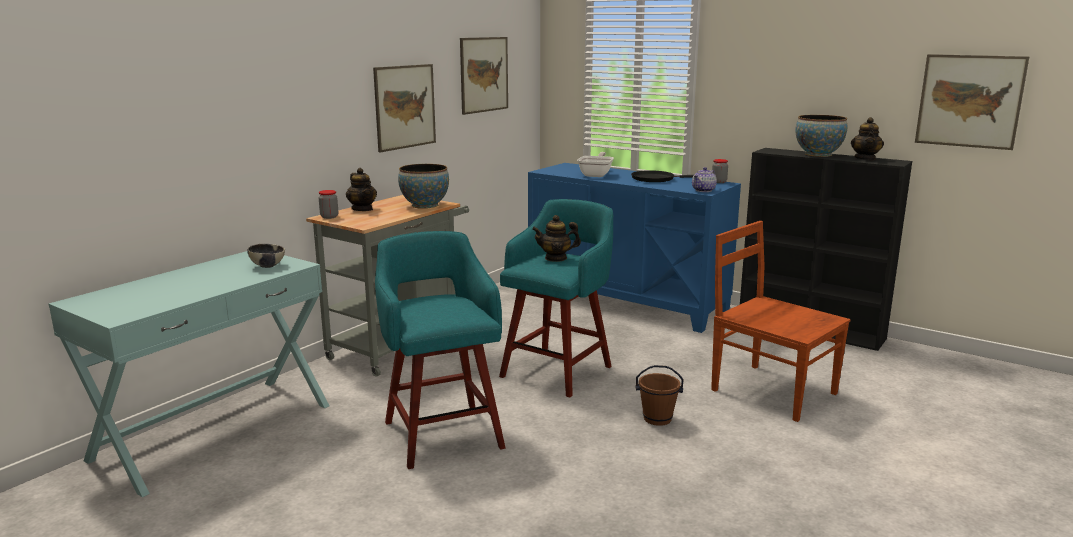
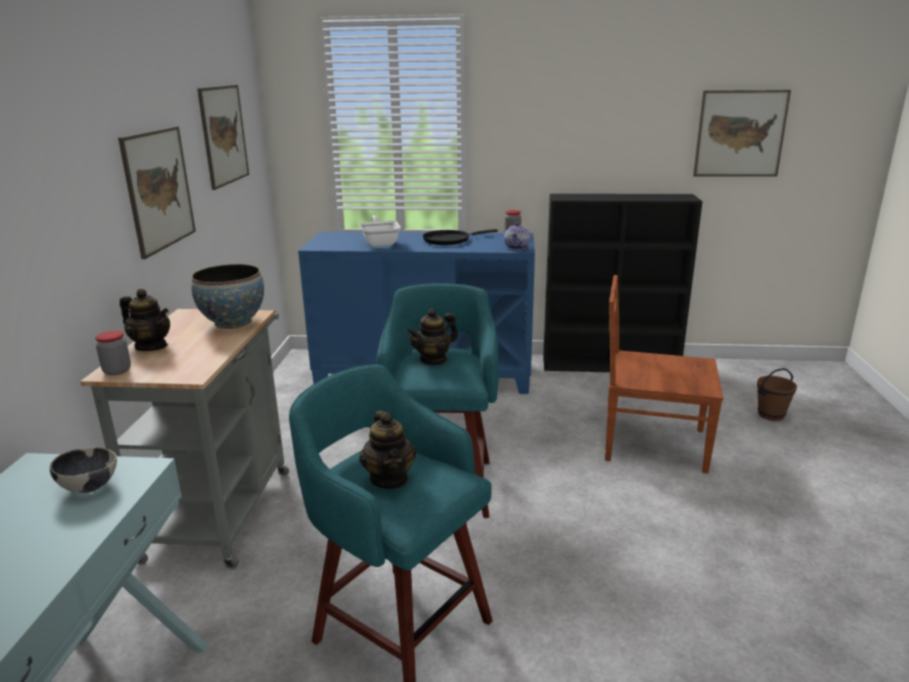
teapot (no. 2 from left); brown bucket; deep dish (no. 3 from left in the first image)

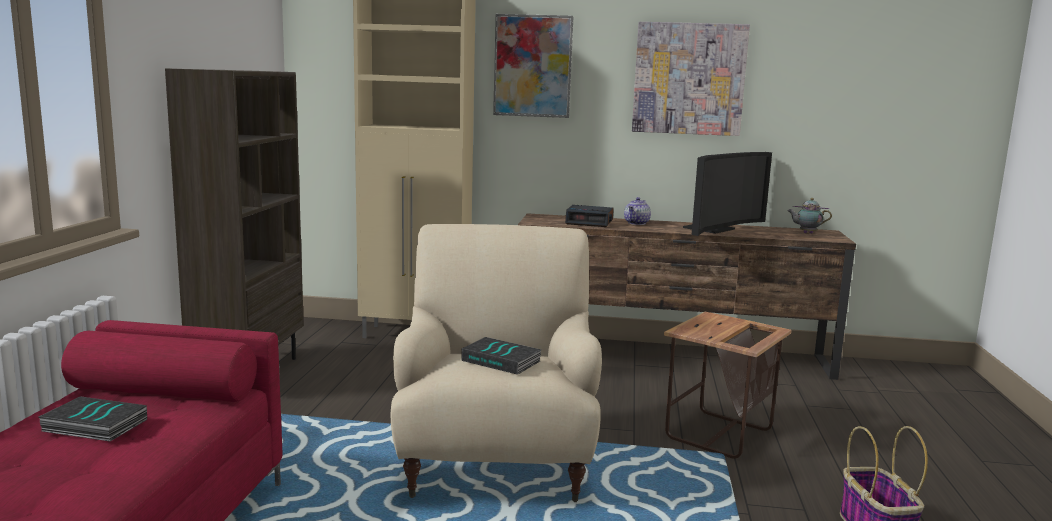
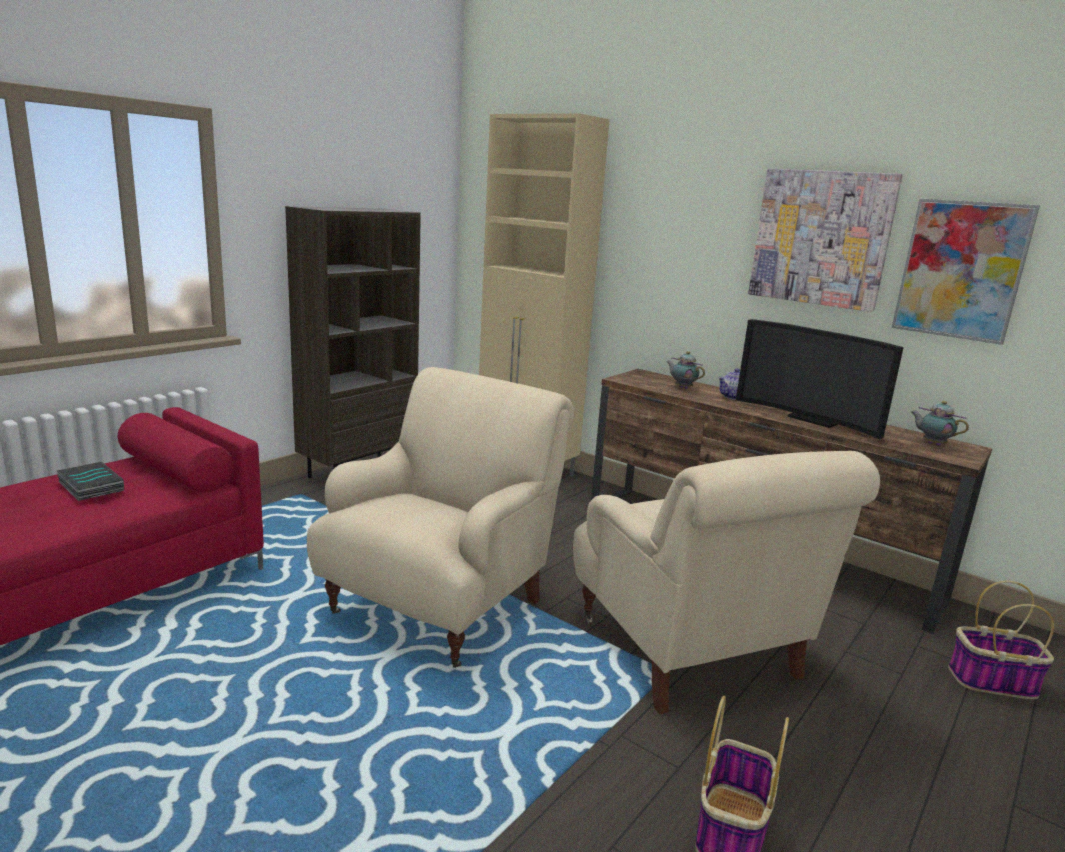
beige easy chair (no. 2 from left); teapot (no. 1 from left); television; wall art (no. 2 from left); household basket (no. 2 from left); volume (no. 2 from left in the first image)

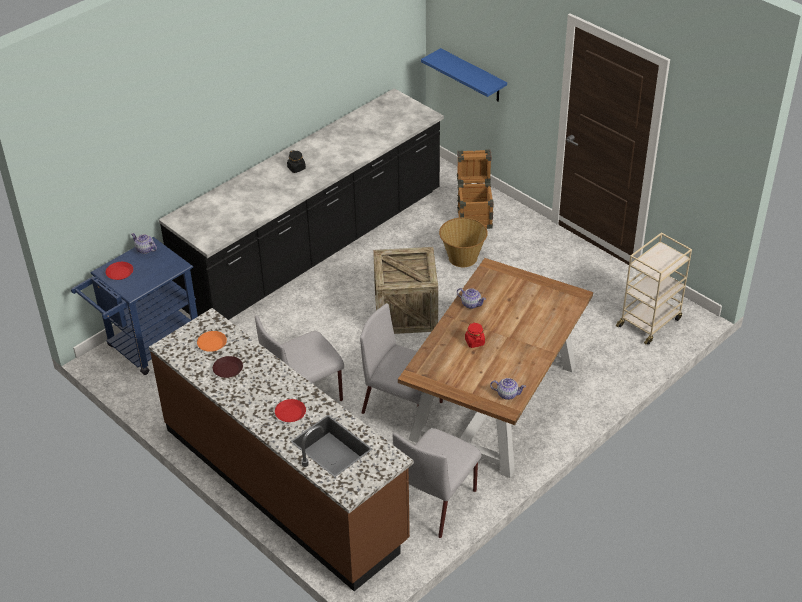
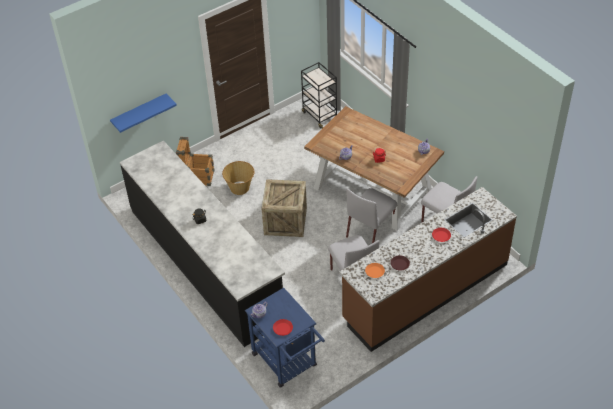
black trolley

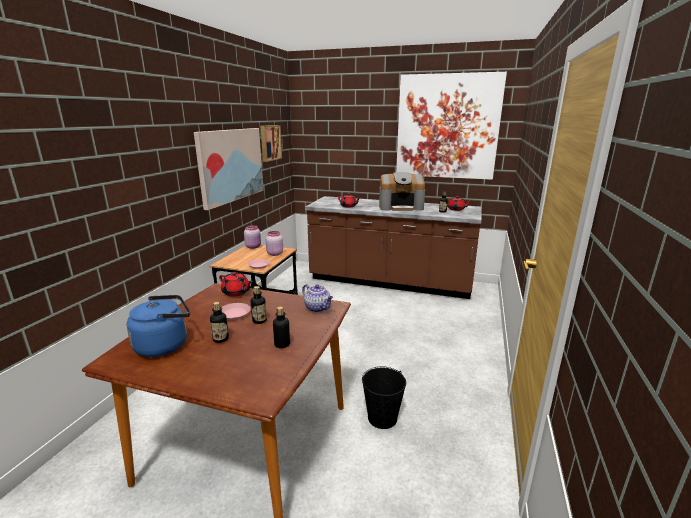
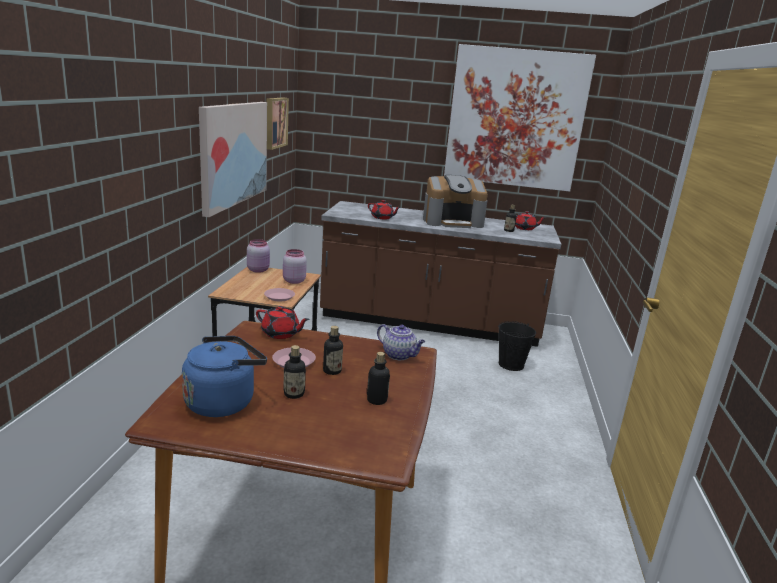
black bucket

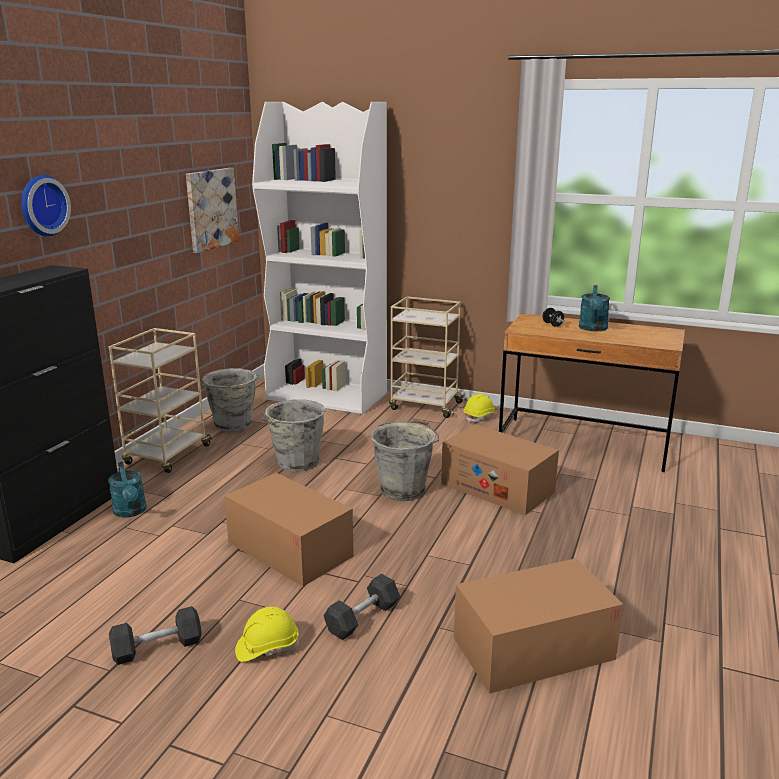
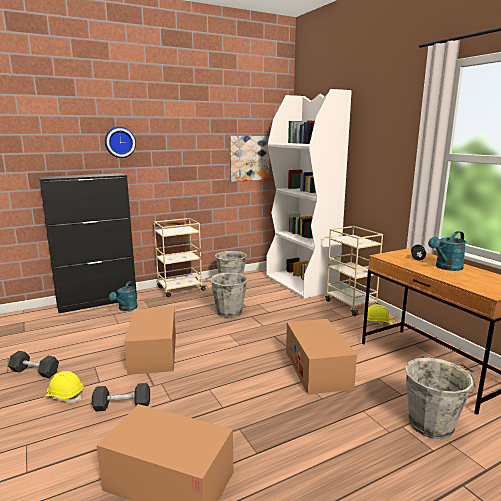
grey bucket (no. 3 from left)

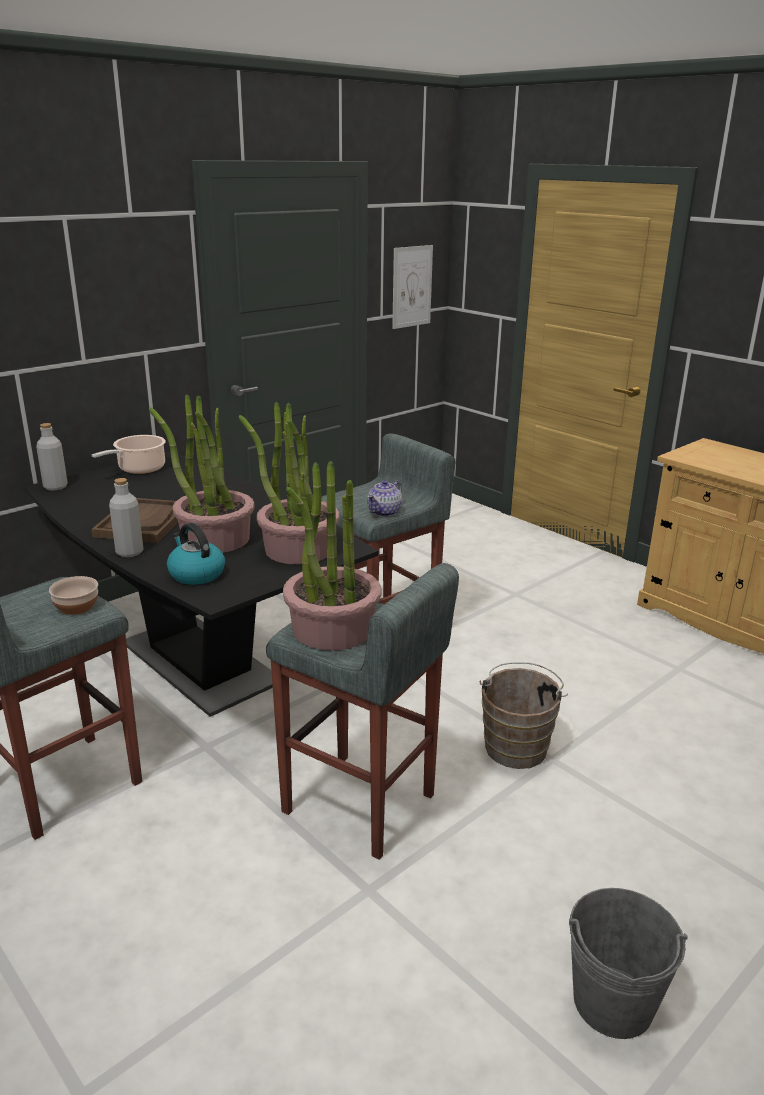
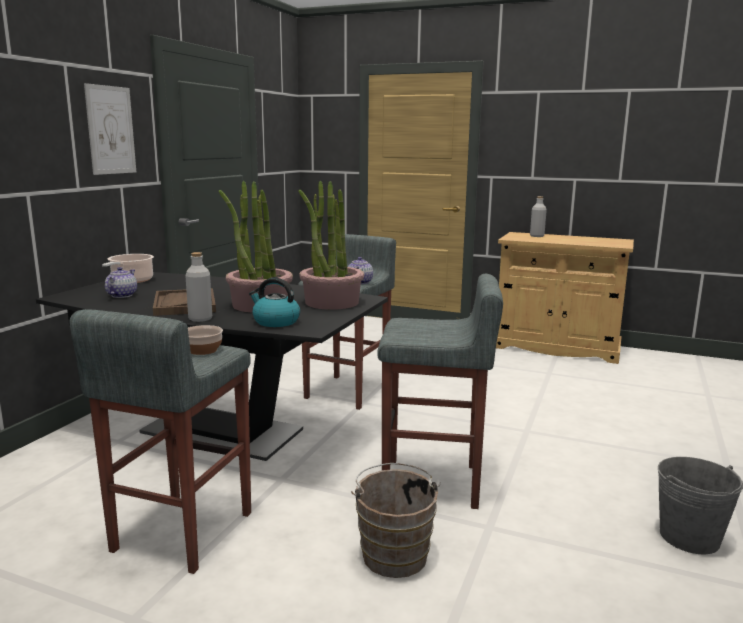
wall art; teapot (no. 1 from left); brown bucket; grey beverage bottle (no. 2 from left); houseplant (no. 3 from left in the first image)

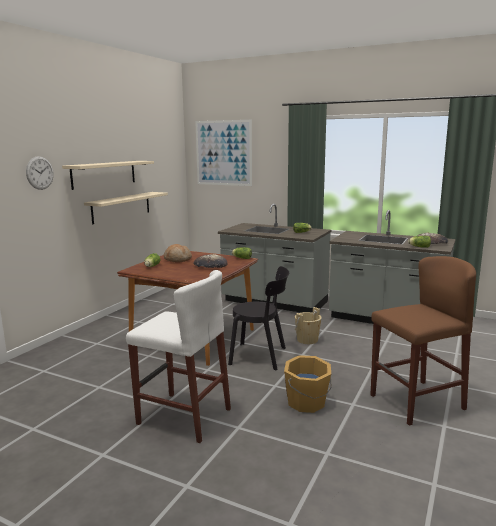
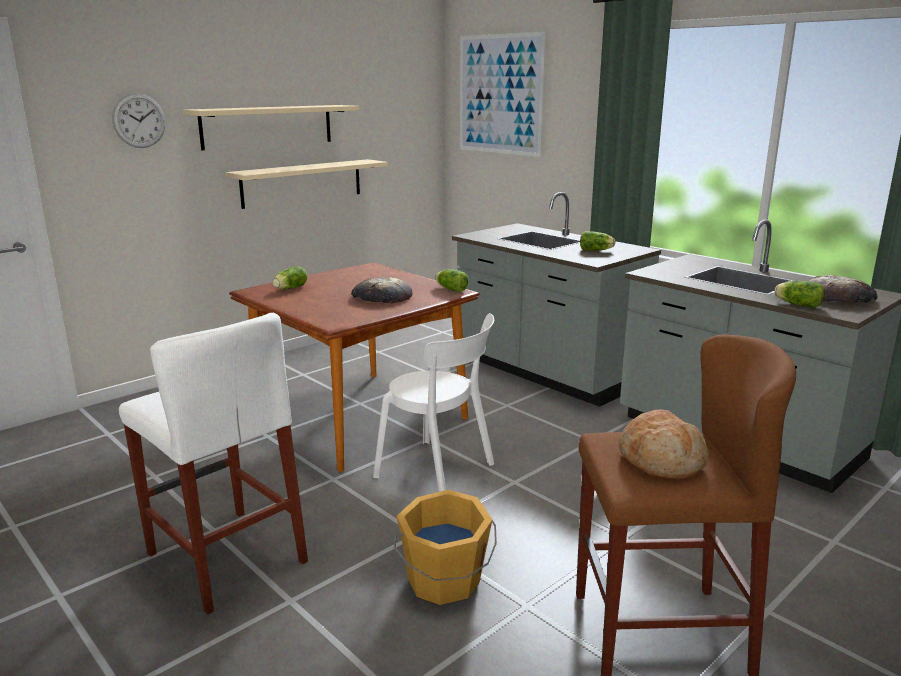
whitish plain chair; bread (no. 2 from left); beige bucket

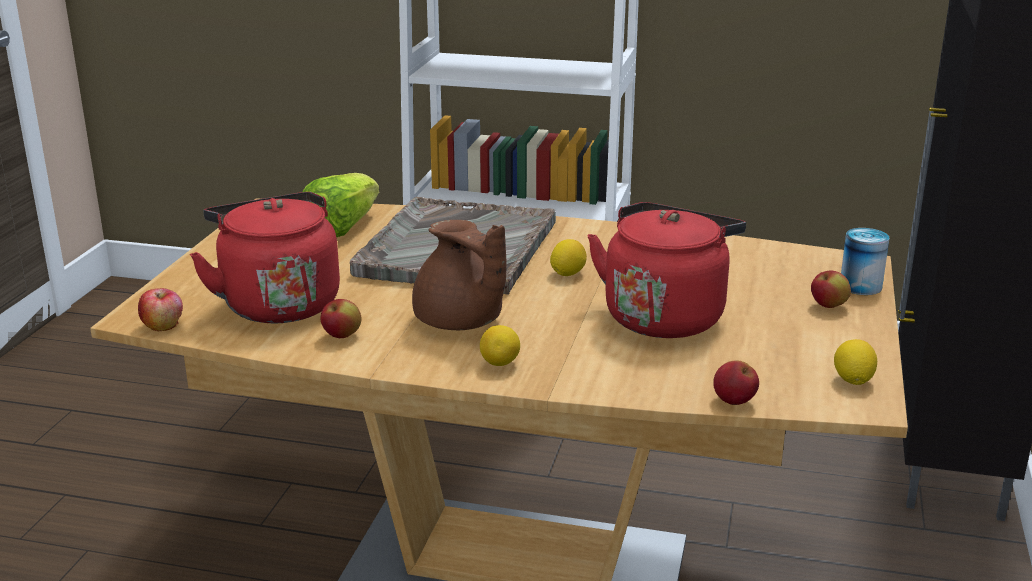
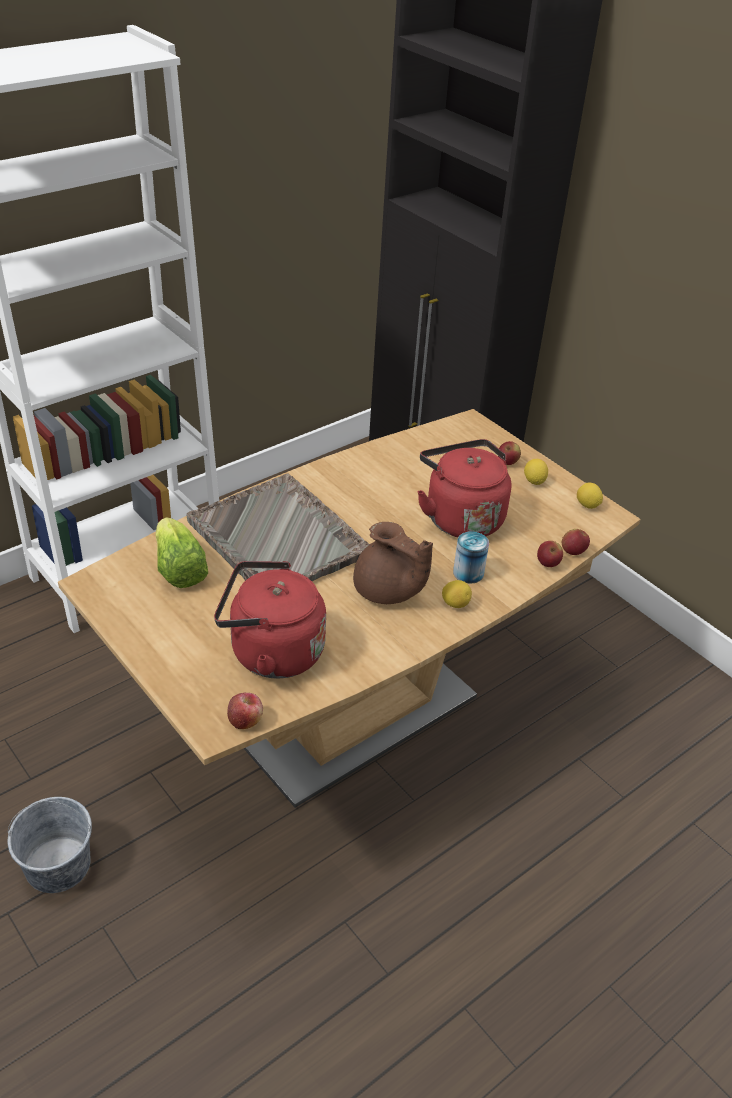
grey bucket; brown teapot; metal can; whole lemon (no. 2 from left); whole apple (no. 3 from left)

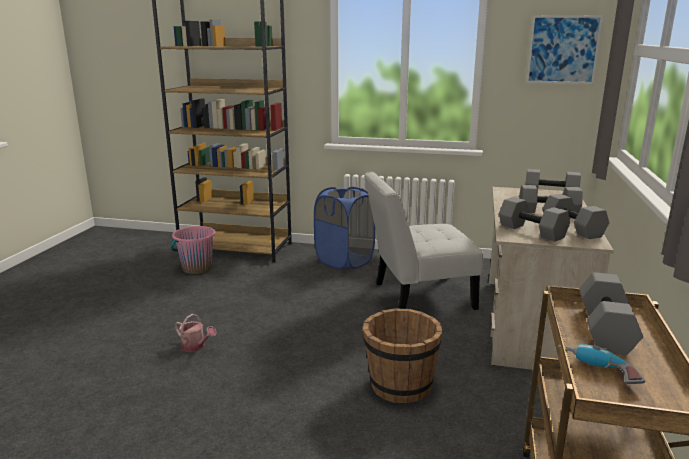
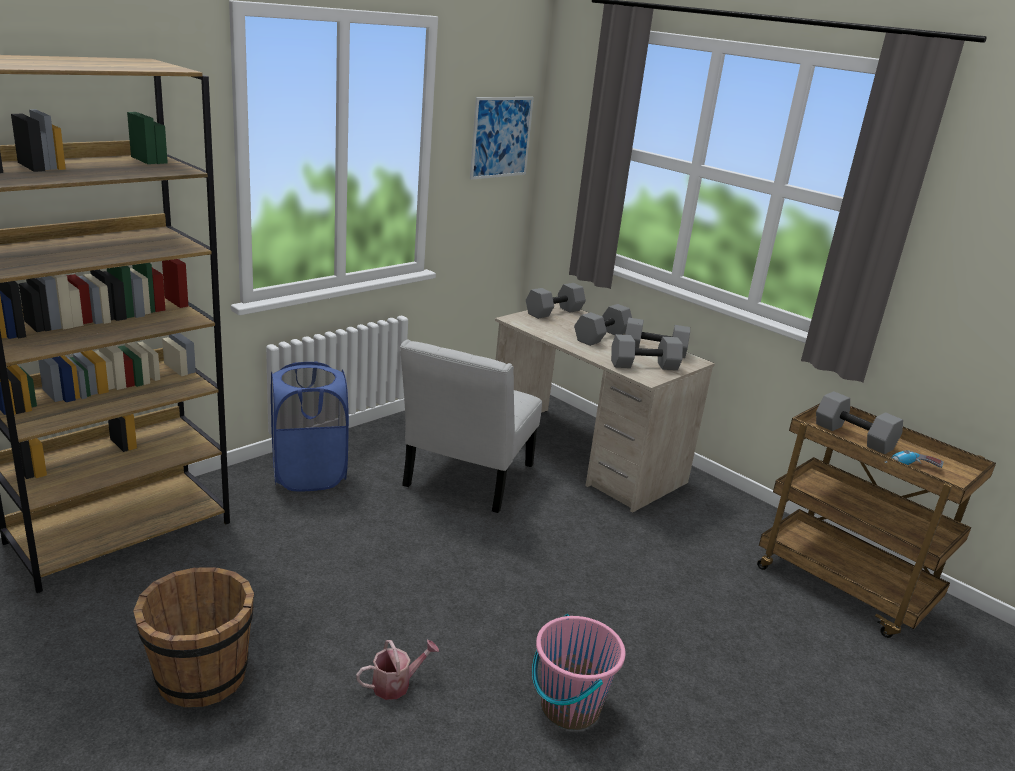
brown bucket; pinkish bucket

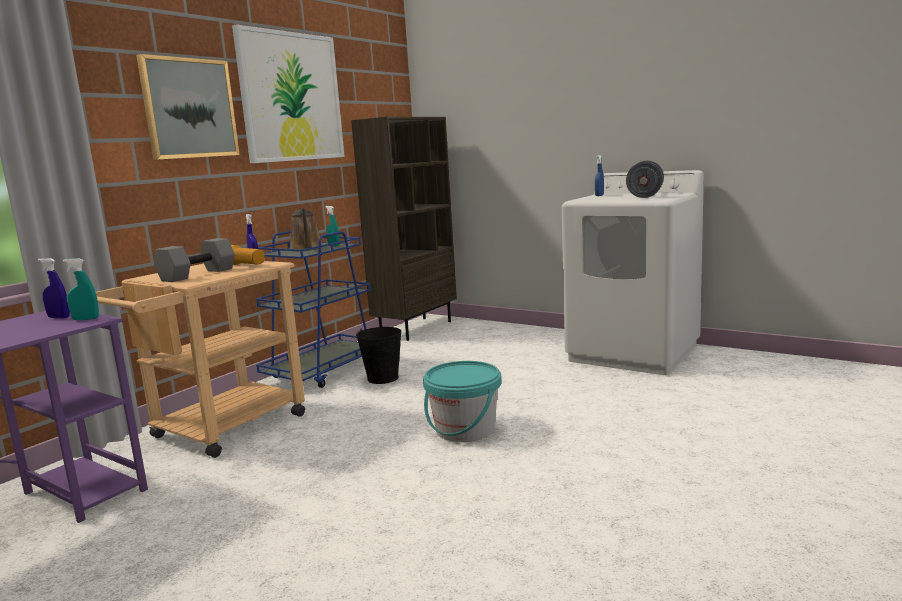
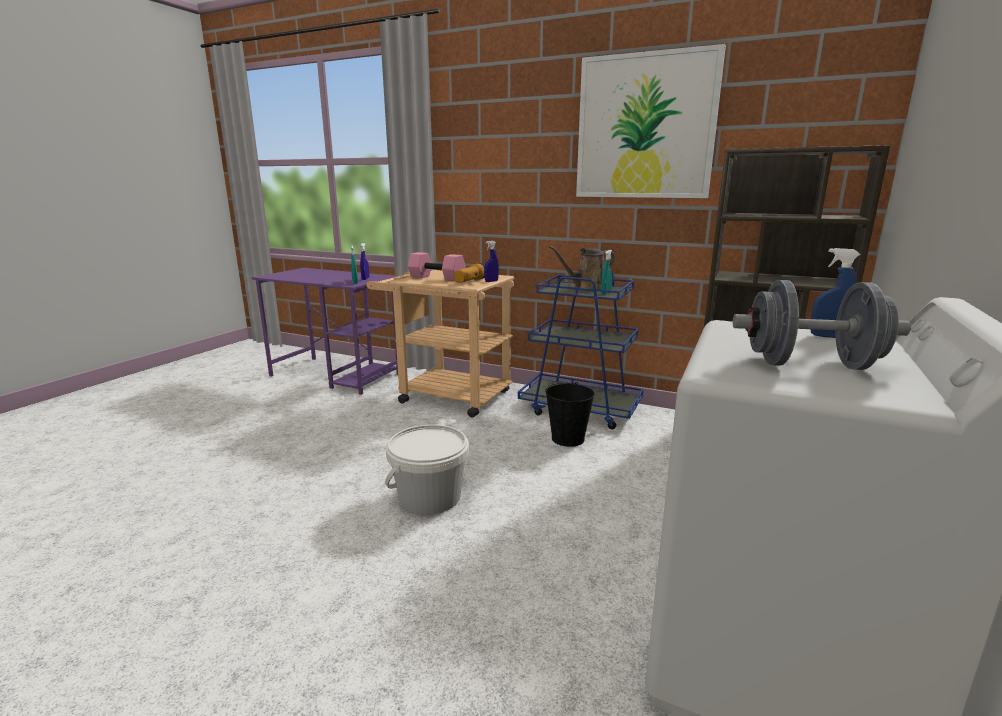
whitish bucket; pinkish free weight; wall art (no. 1 from left in the first image)

